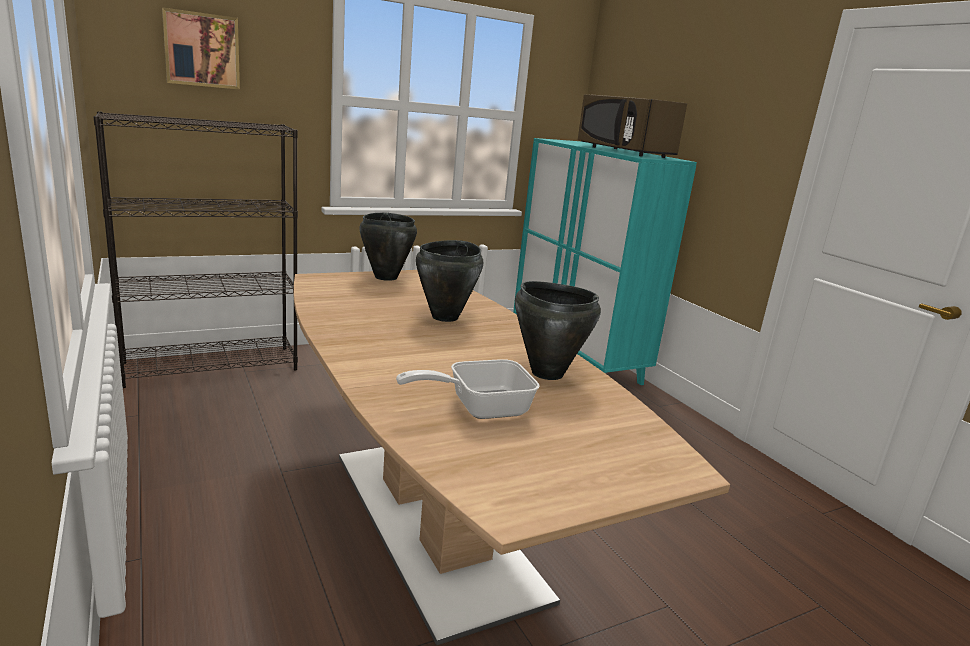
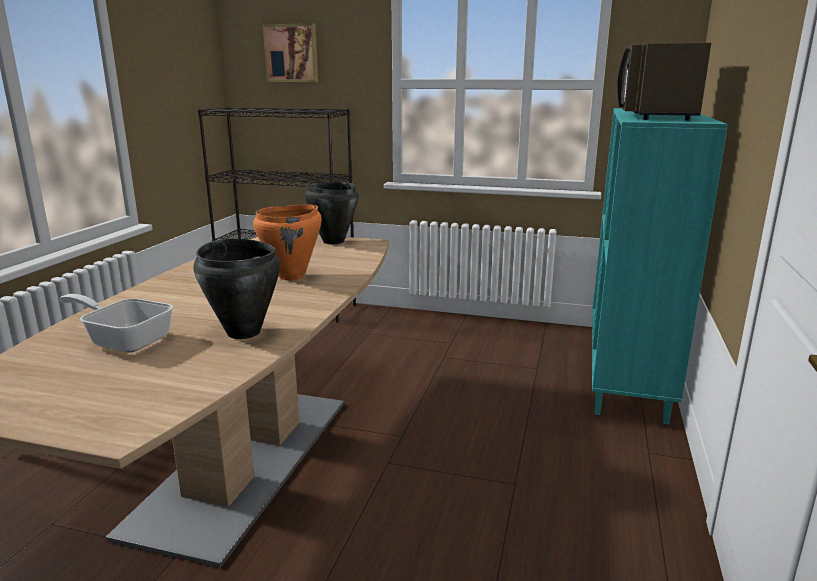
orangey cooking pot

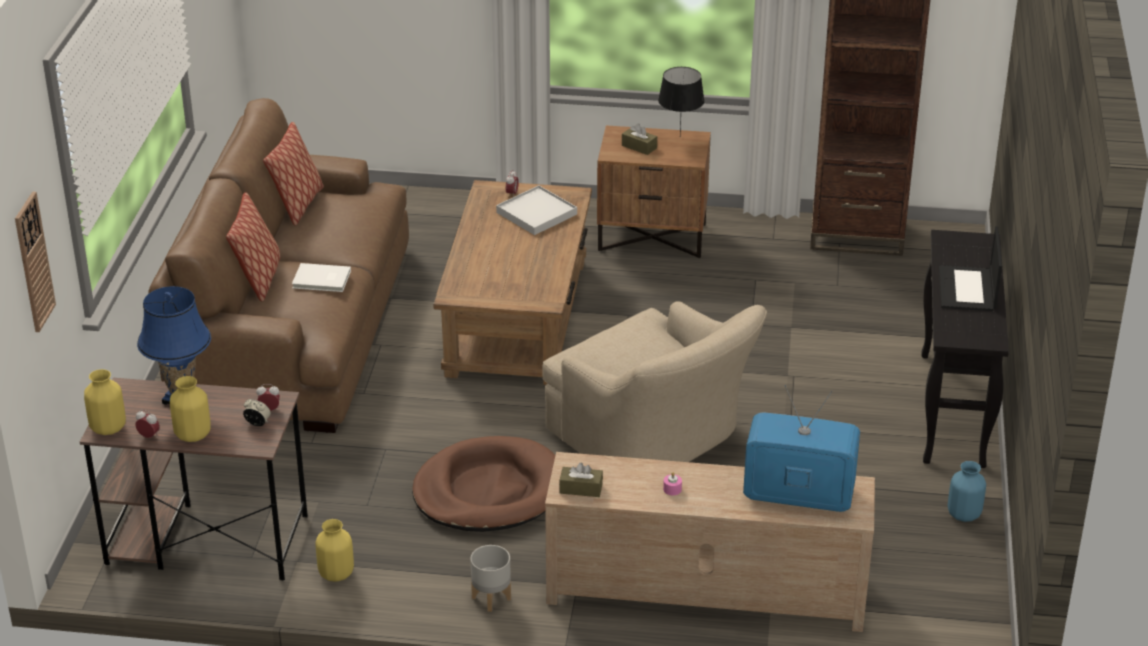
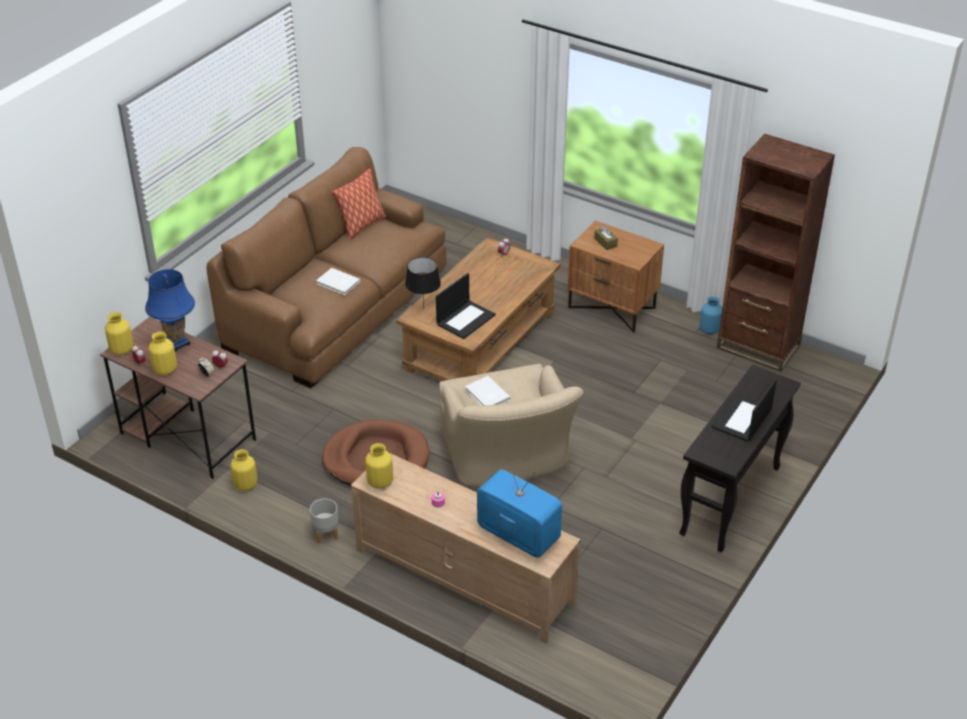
yellowish vase (no. 4 from left); black tabletop lamp; portable computer (no. 1 from left); whitish volume (no. 2 from left); blue vase; wall clock; cushion (no. 1 from left in the first image); whitish carrying tray

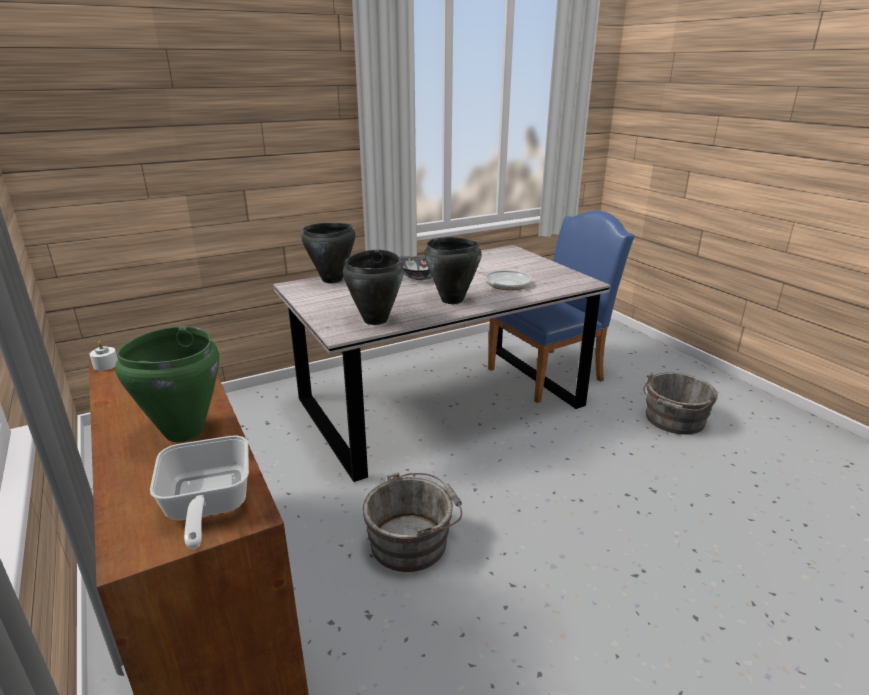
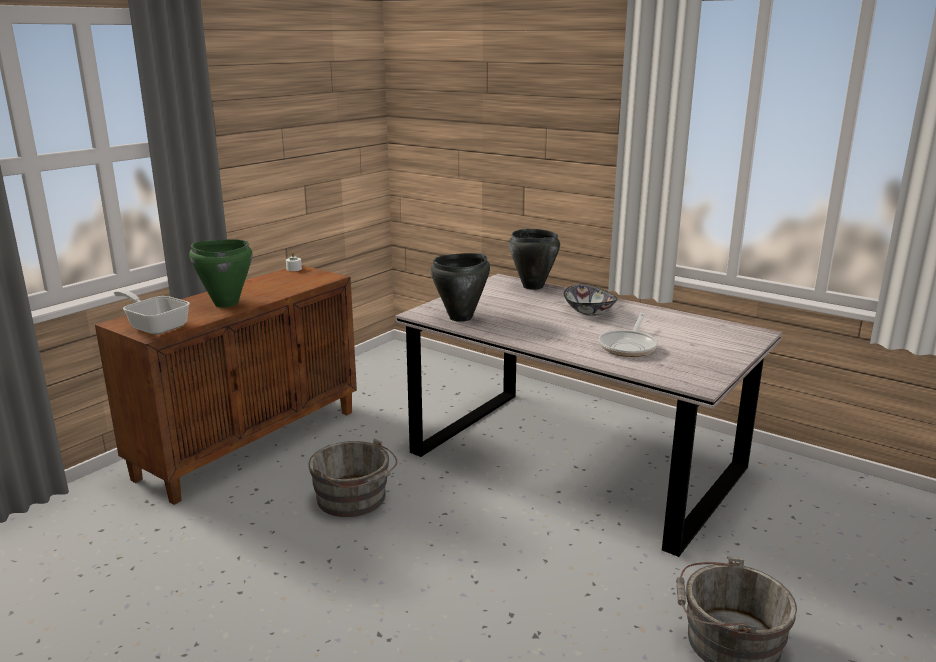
frying pan (no. 1 from left); black cooking pot (no. 3 from left in the first image); blue plain chair

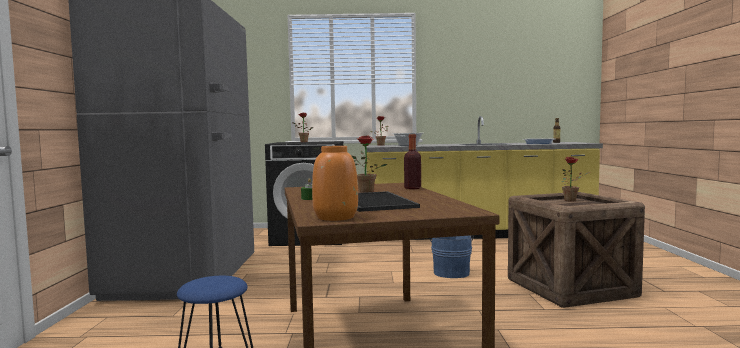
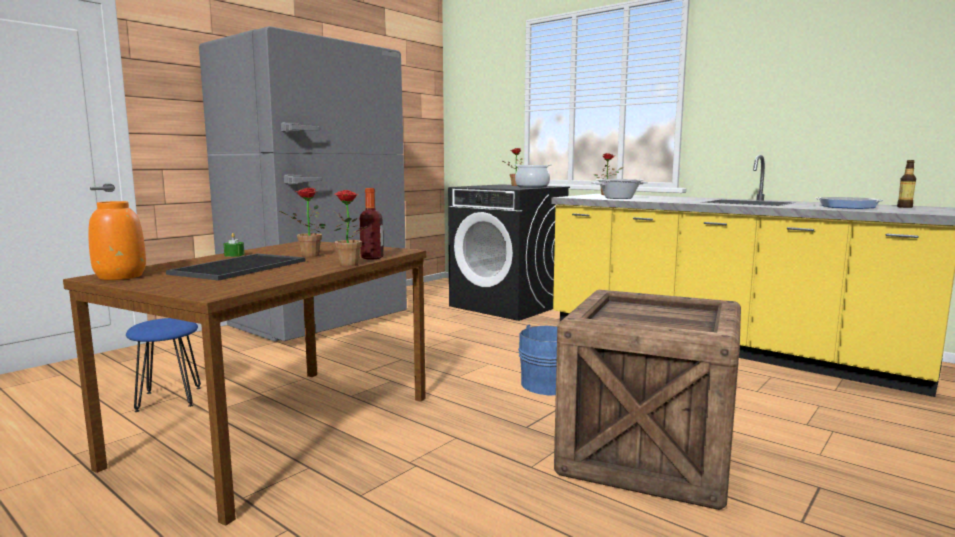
houseplant (no. 2 from left); cooking pot (no. 1 from left)

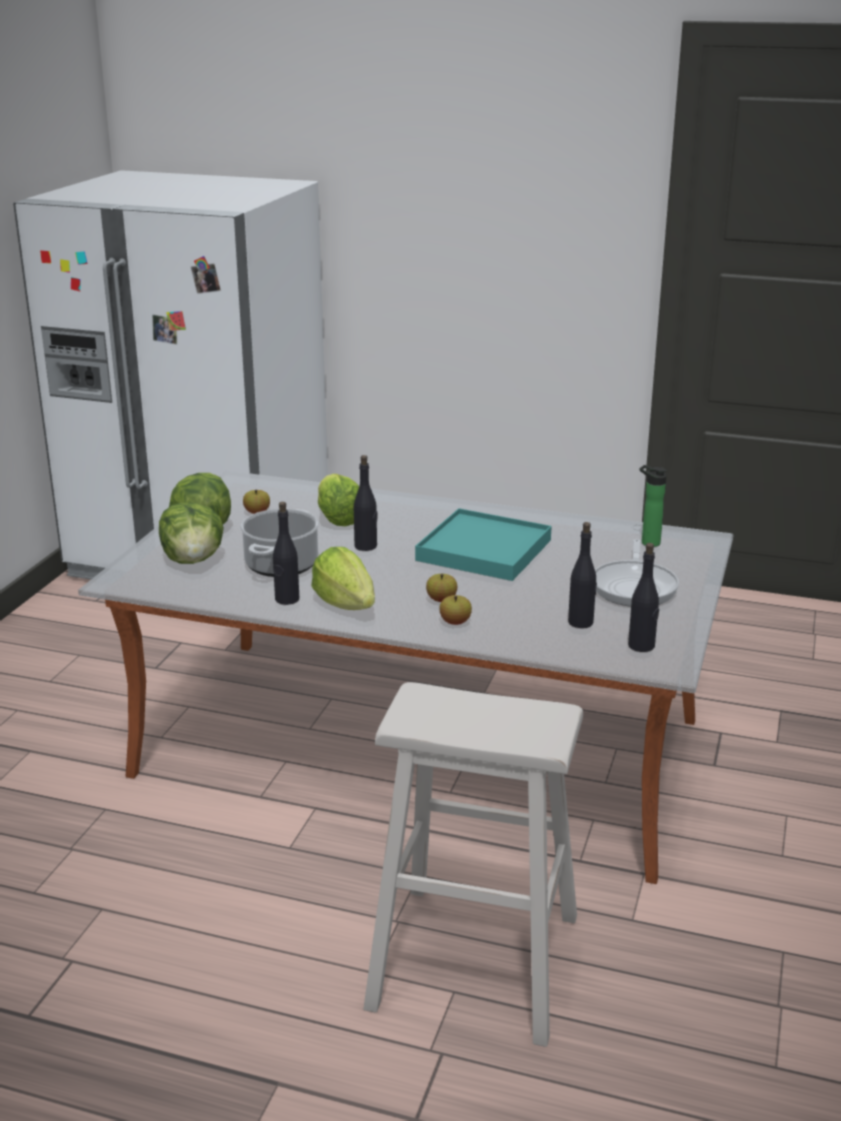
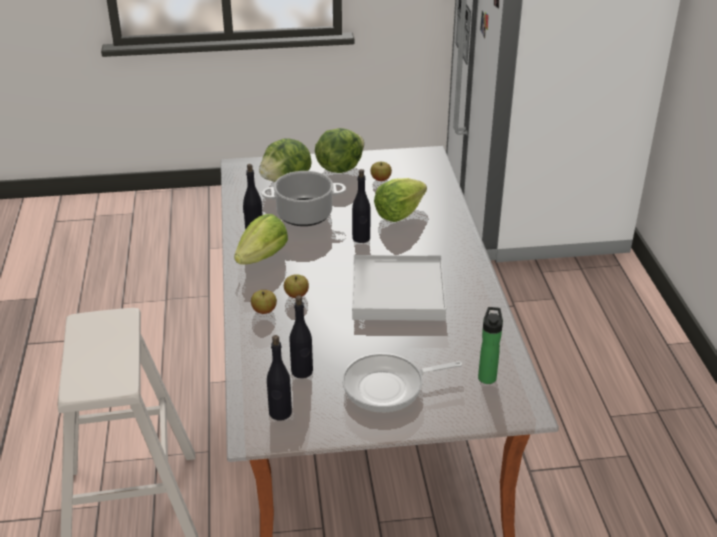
whitish carrying tray

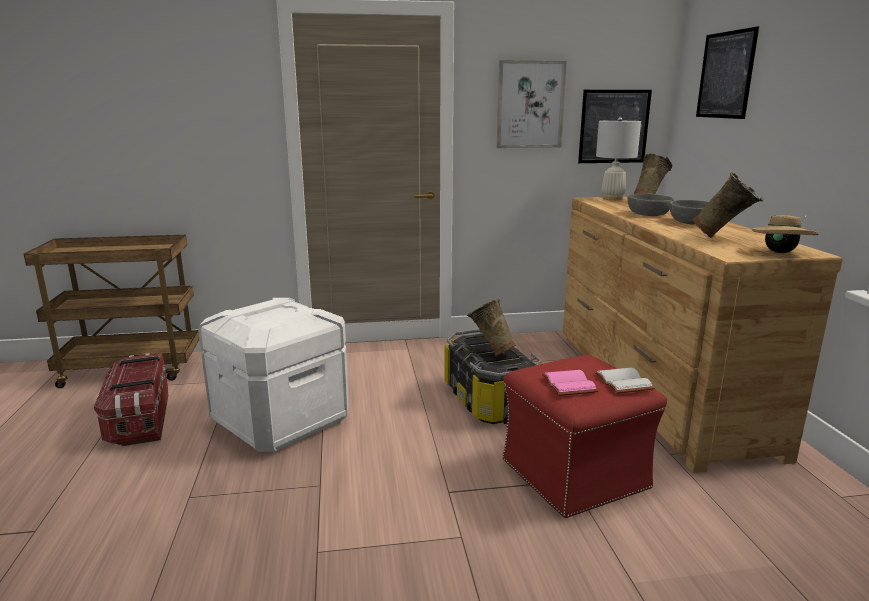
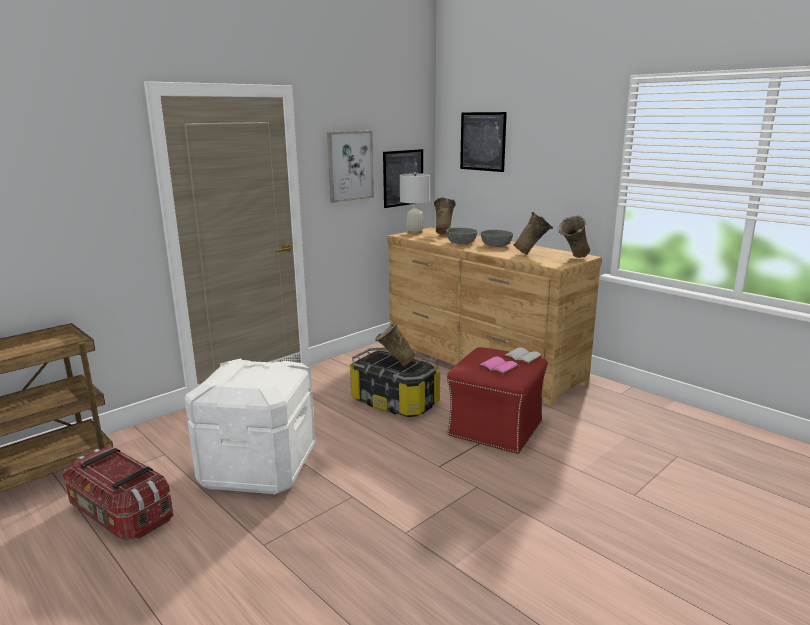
beige vase (no. 4 from left)

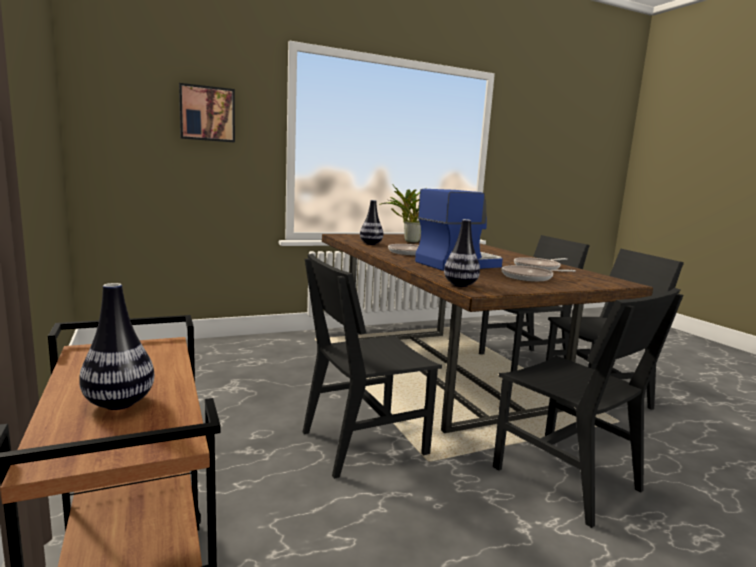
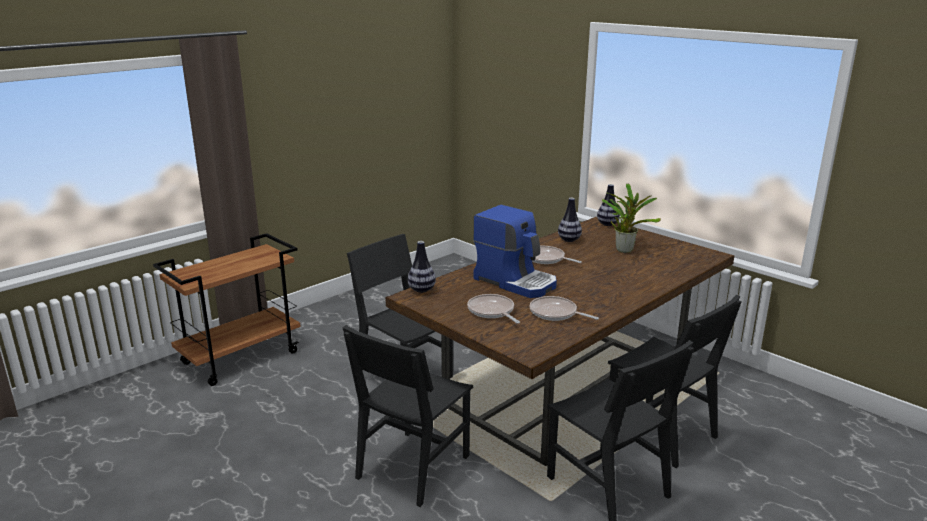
vase (no. 3 from left); wall art

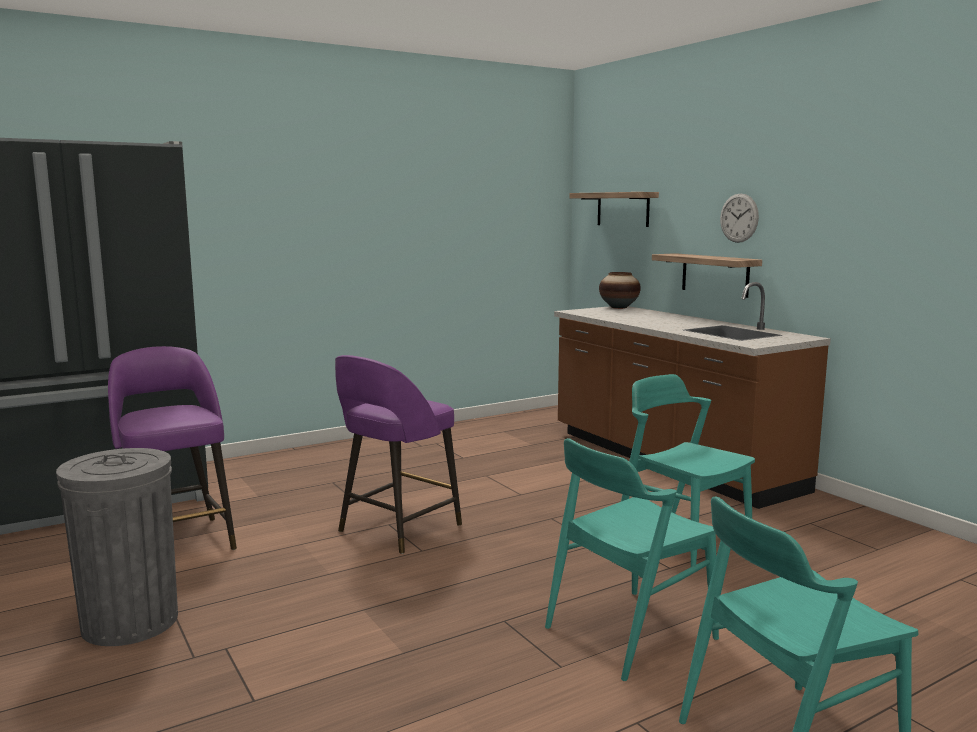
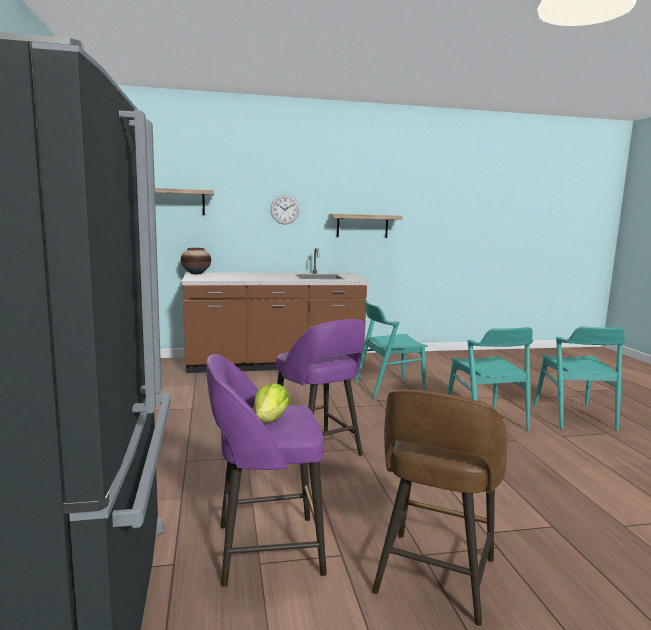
lettuce; shelf (no. 2 from left); brown sitting stool

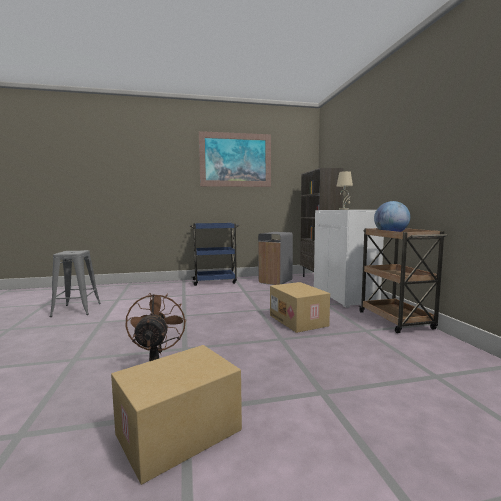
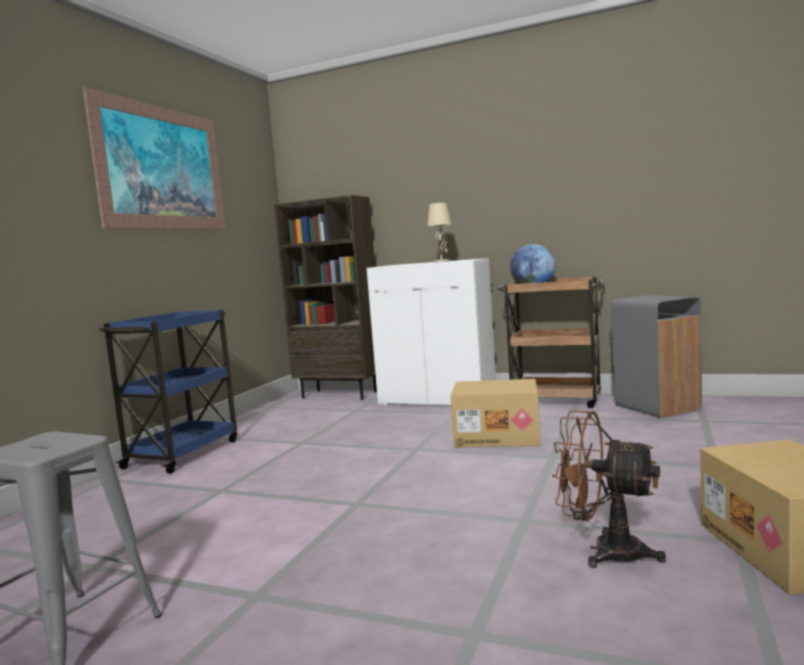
grey waste bin

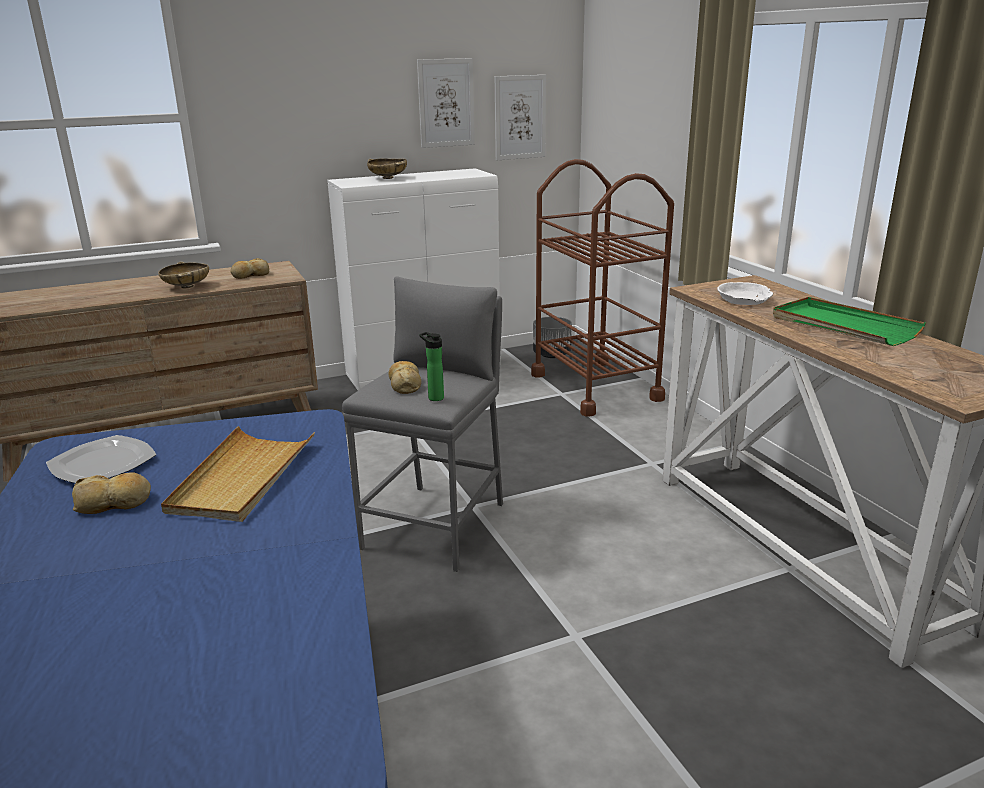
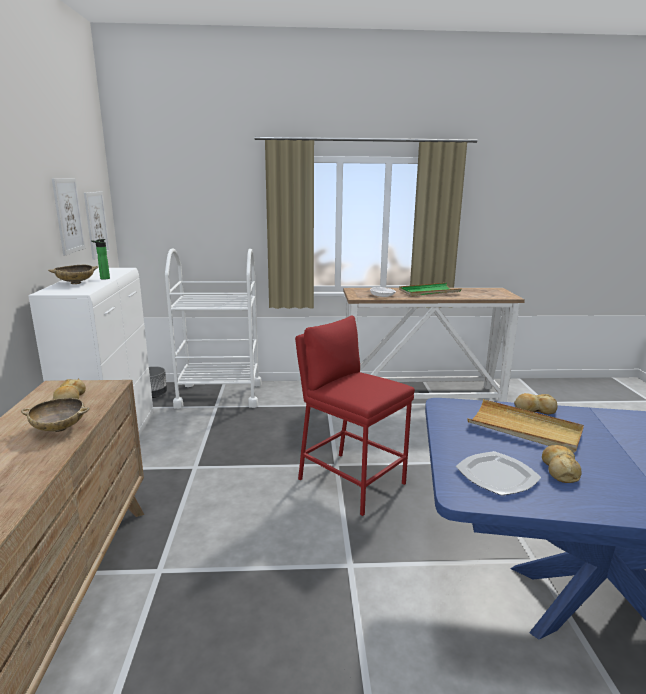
beverage bottle; whitish trolley; red-coloured sitting stool; bread (no. 2 from left)

